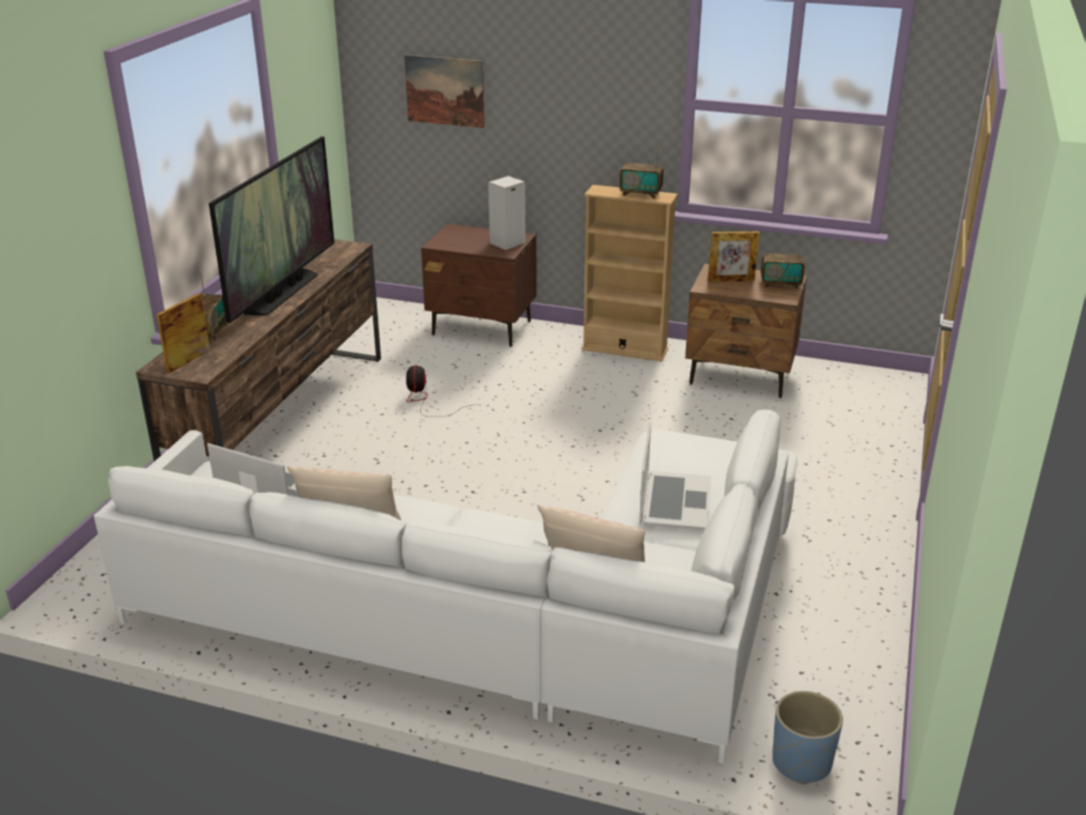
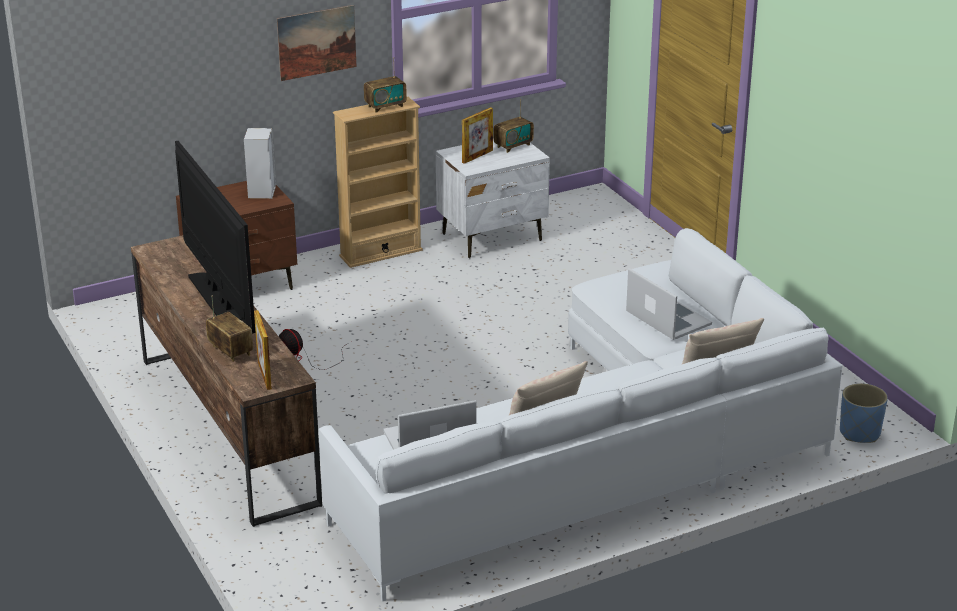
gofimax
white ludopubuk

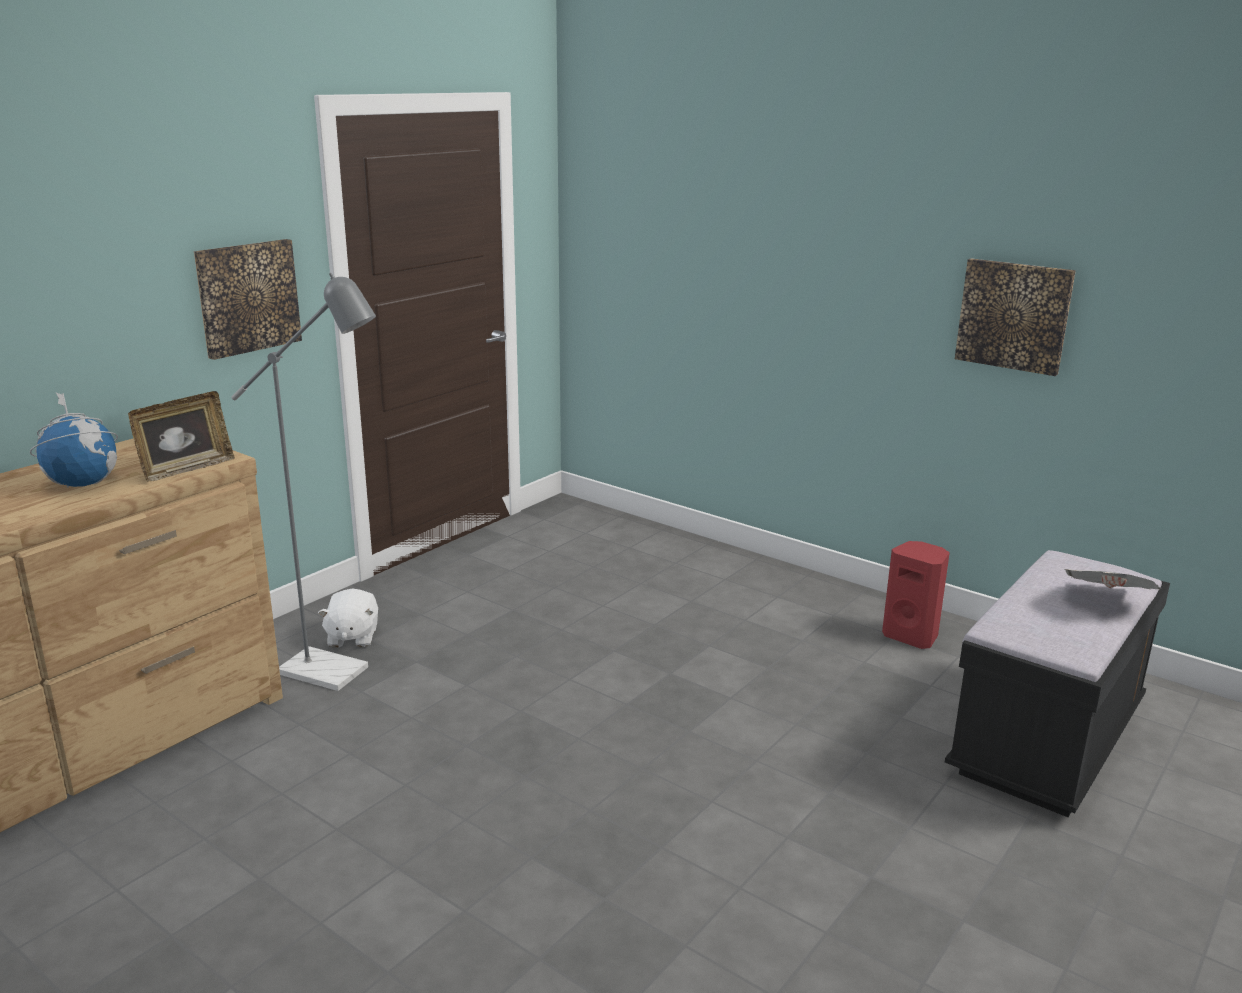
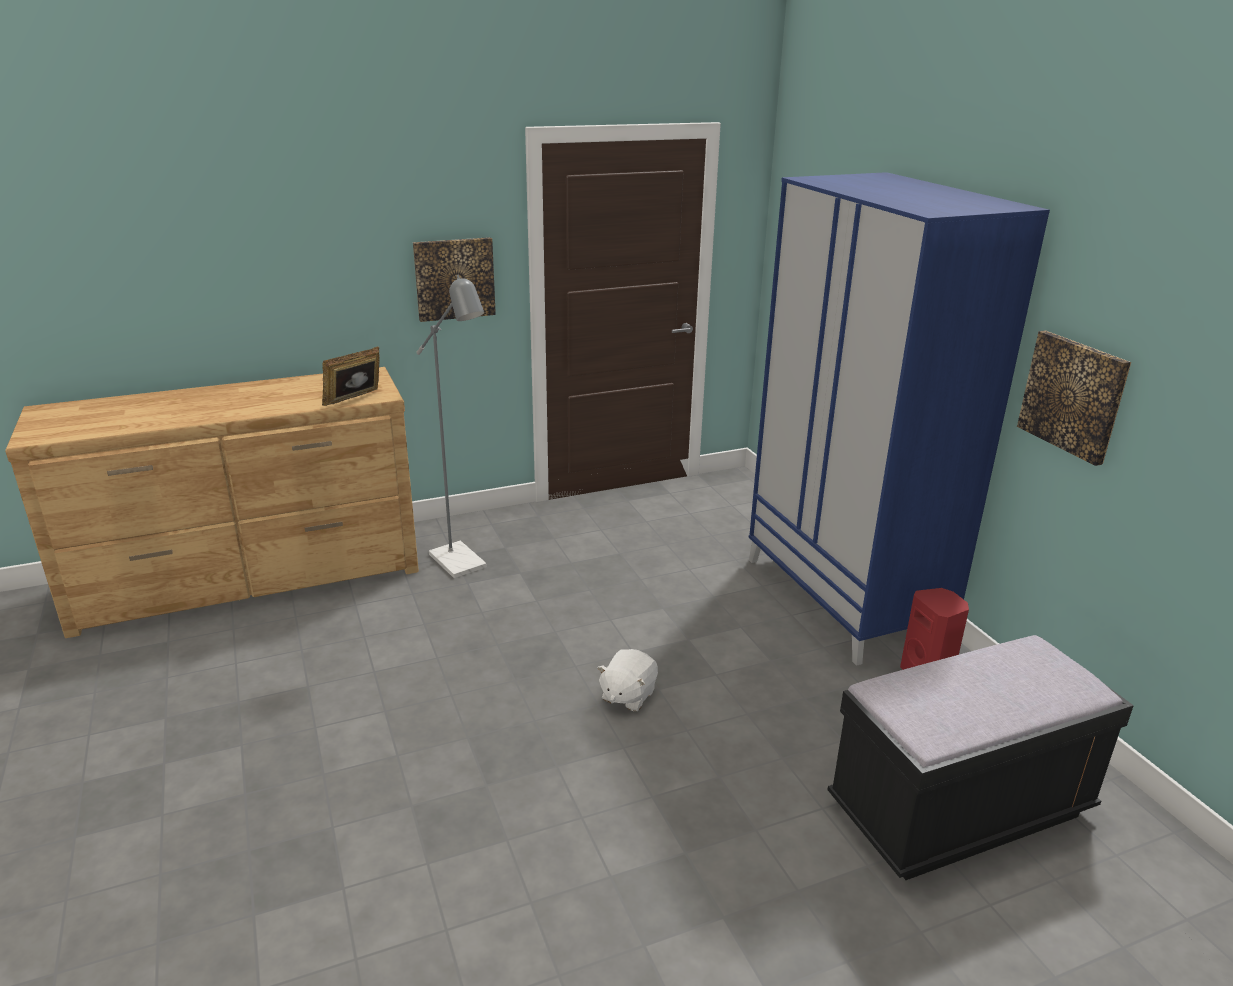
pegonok
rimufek
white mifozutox
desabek
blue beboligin

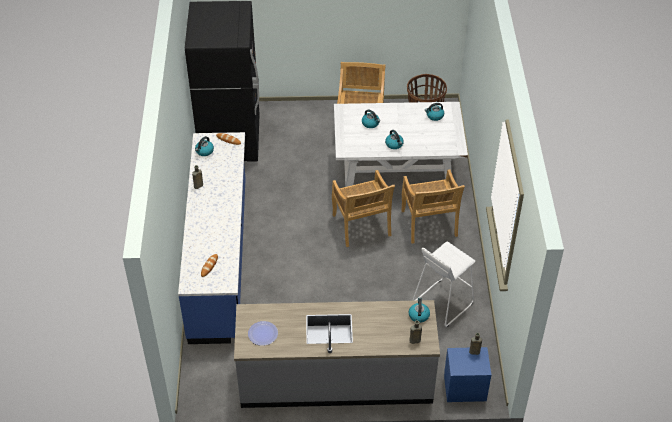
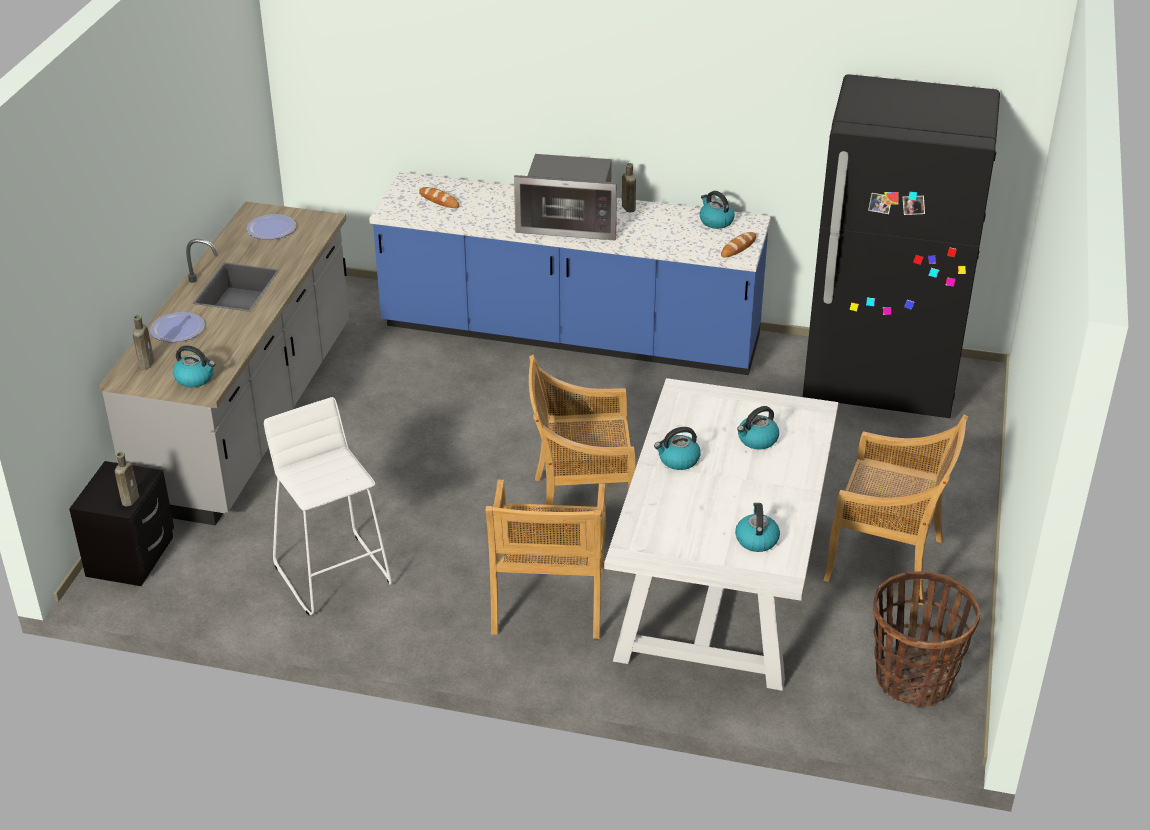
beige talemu (1st from left)
black ludopubuk
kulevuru (1st from left)
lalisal

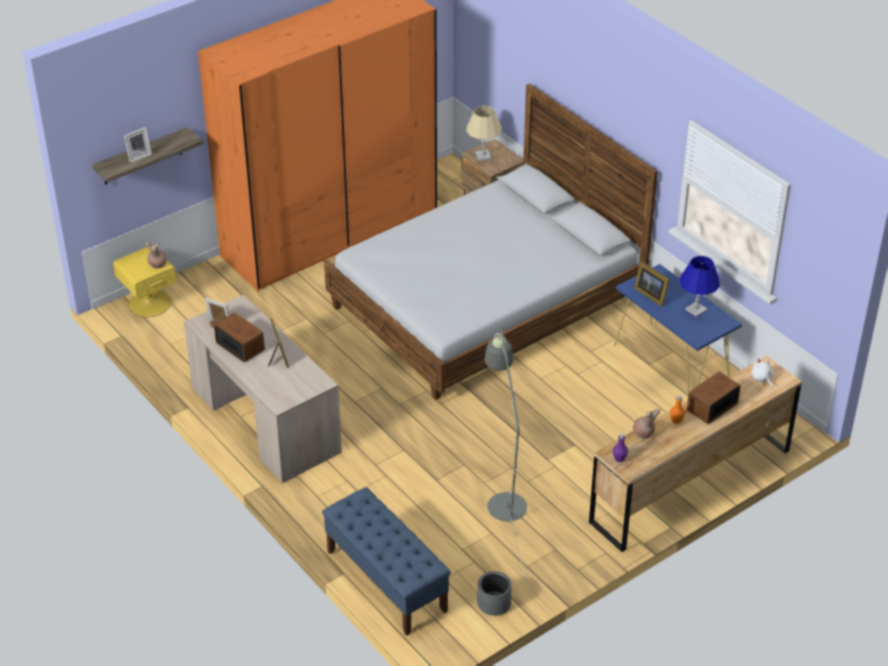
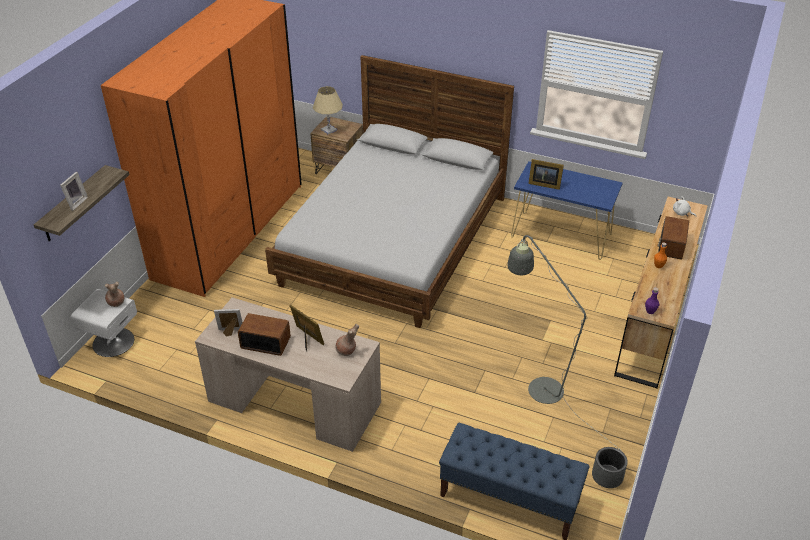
white ludopubuk
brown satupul (2nd from left)
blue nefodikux

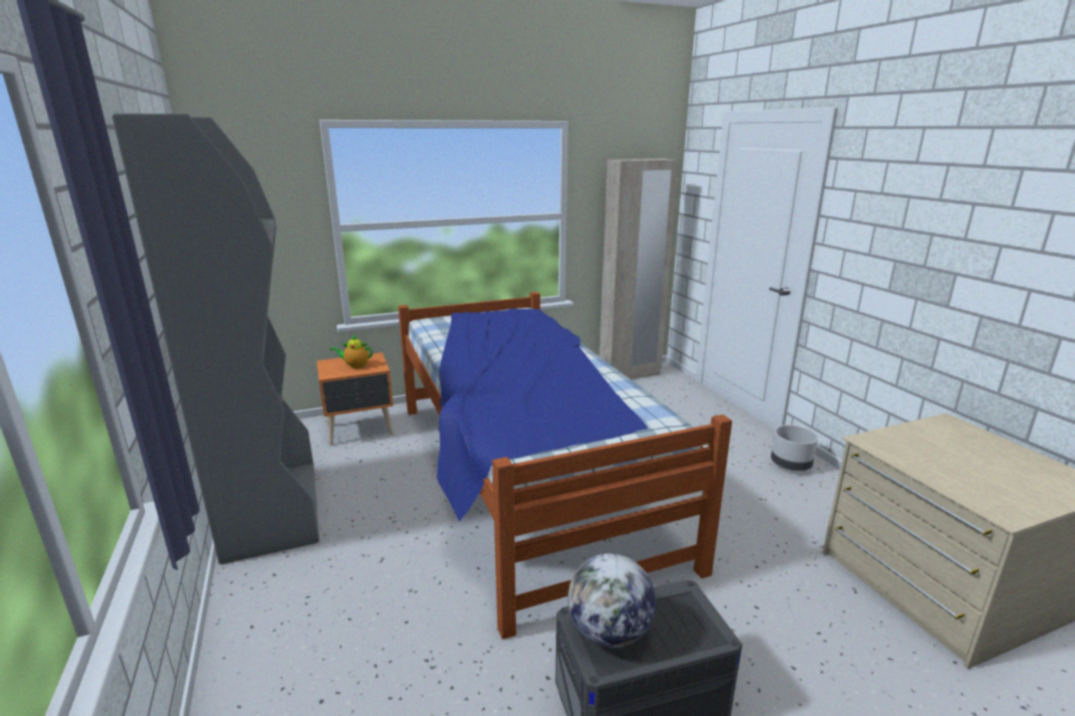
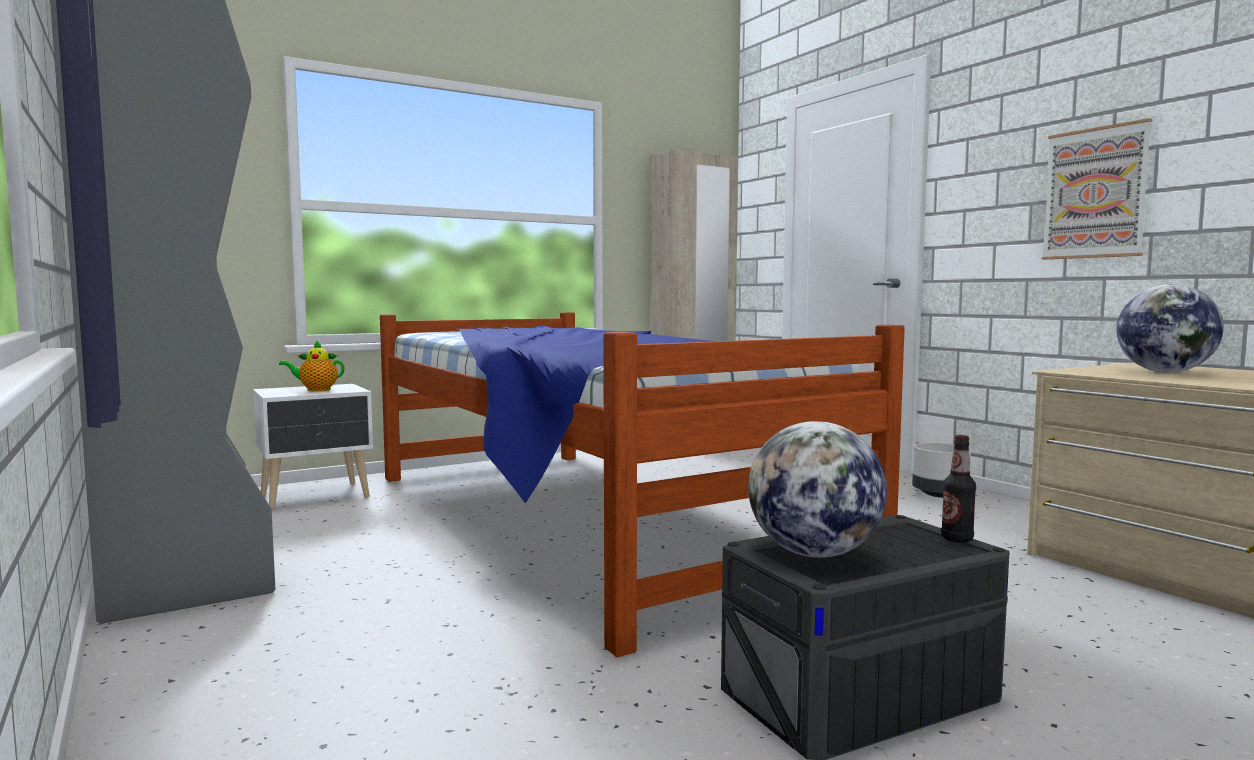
white ludopubuk
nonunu
gofimax
pegonok (2nd from left)

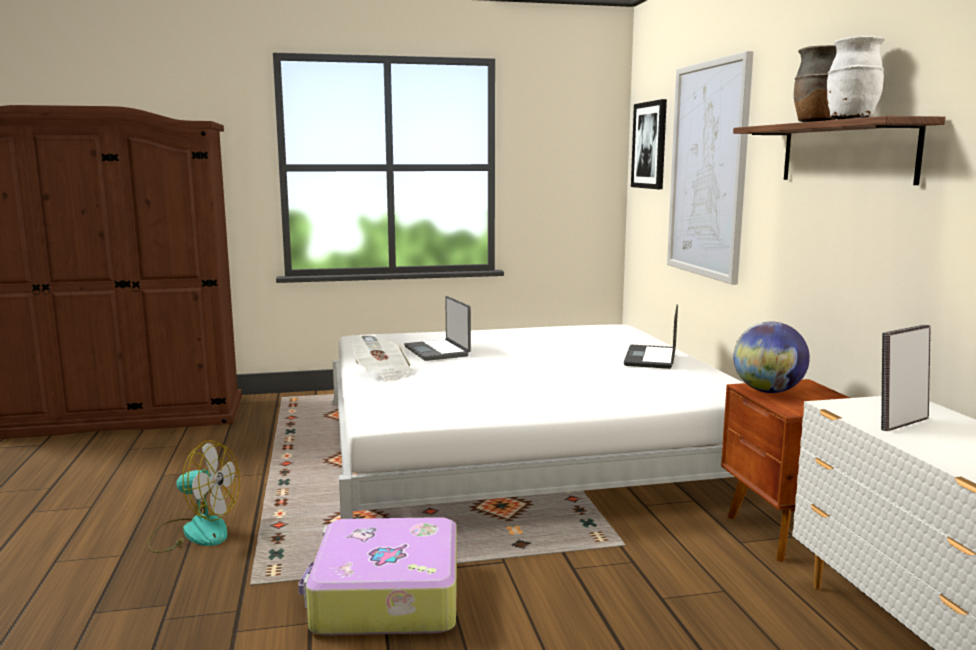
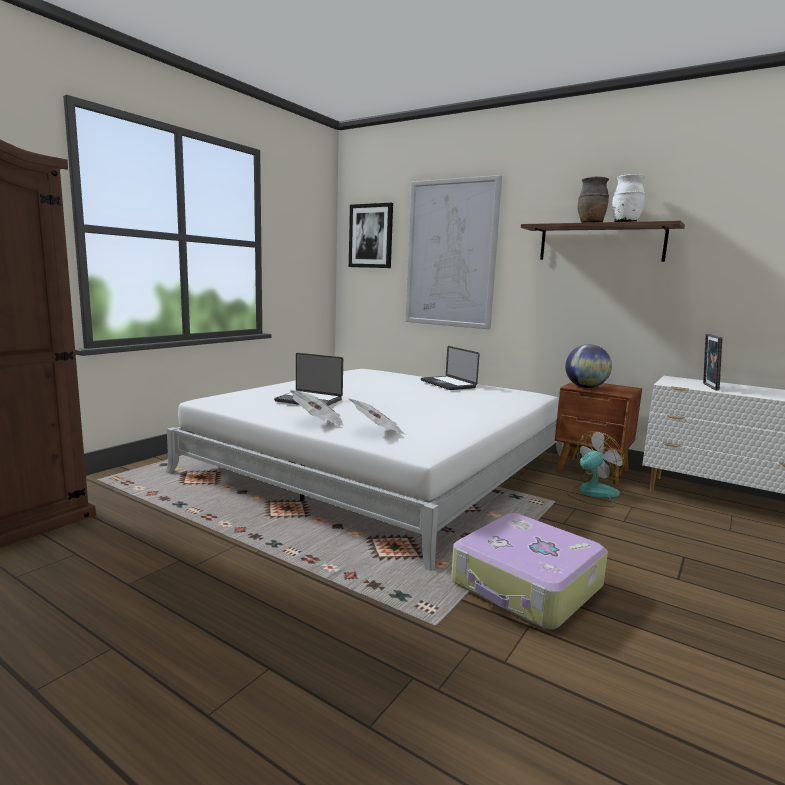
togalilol
desabek (2nd from left)

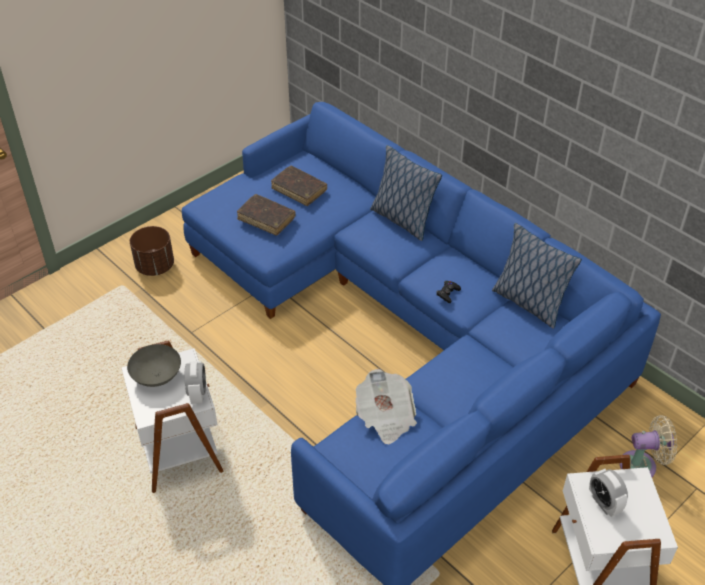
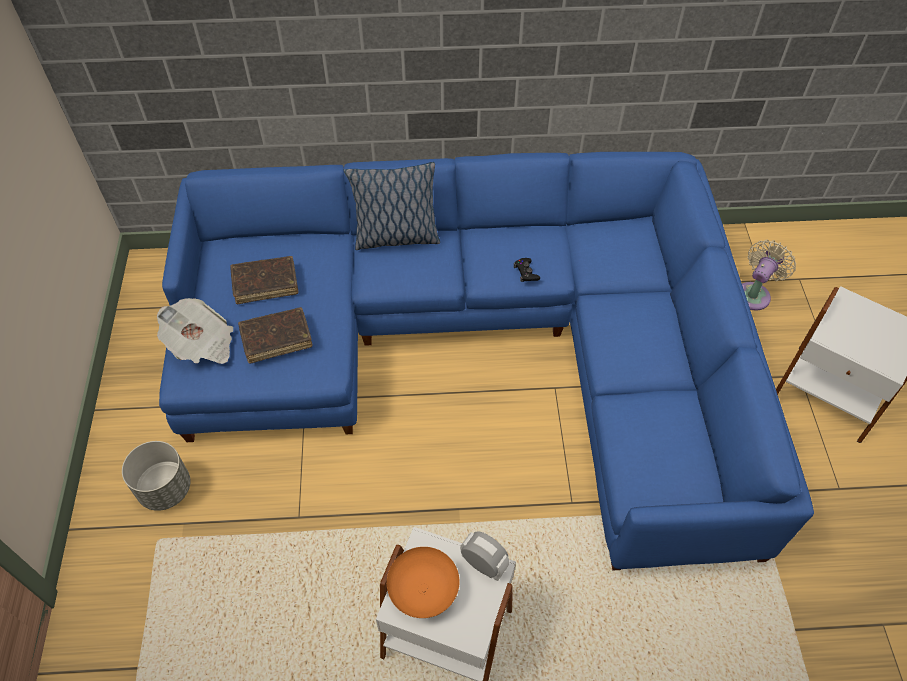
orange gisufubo
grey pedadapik
desabek
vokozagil (2nd from left in the first image)
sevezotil (2nd from left in the first image)

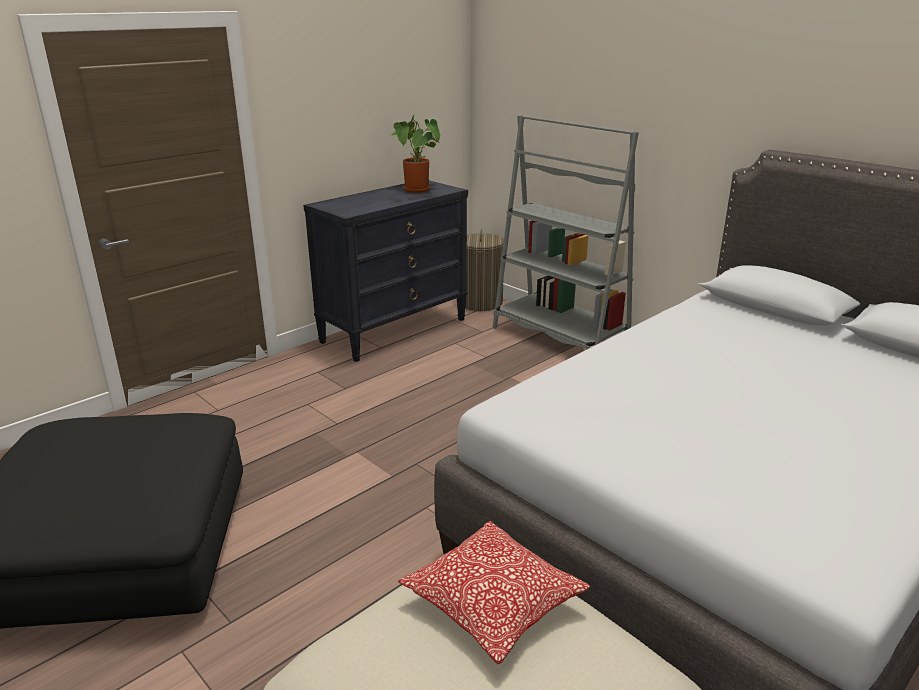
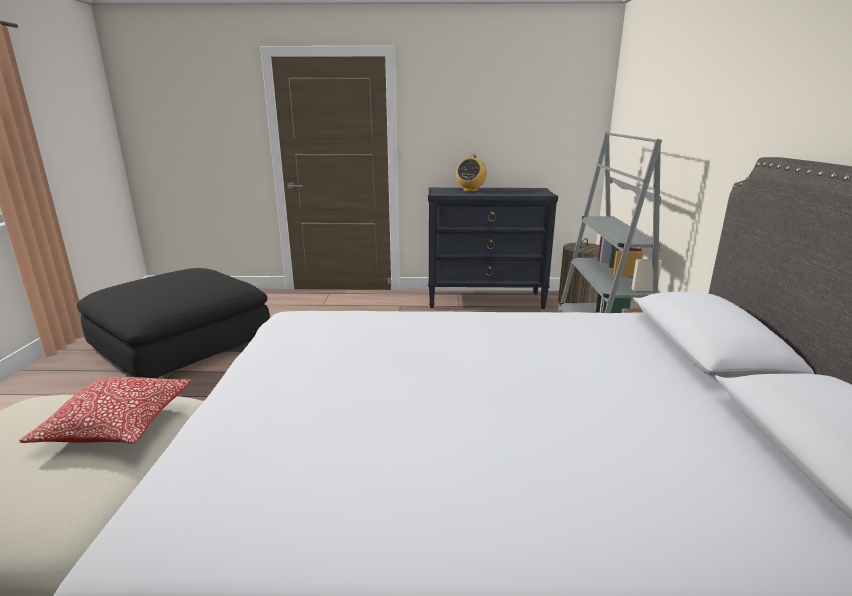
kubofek
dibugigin

